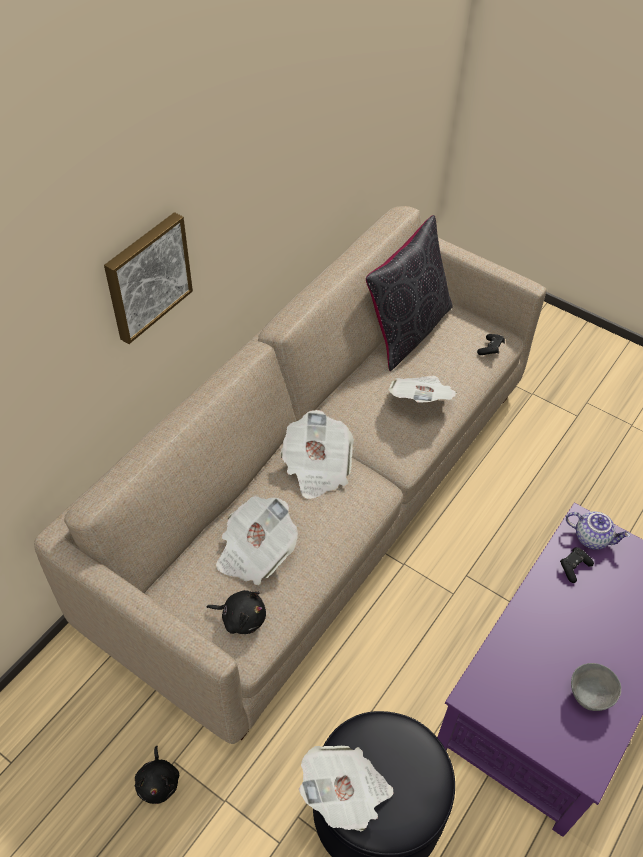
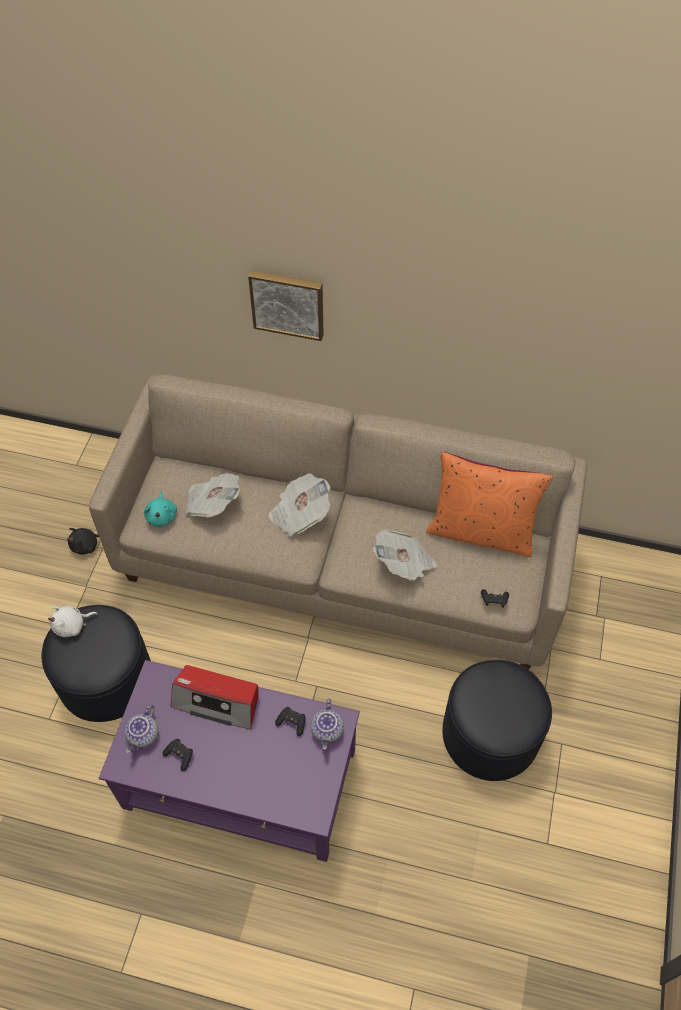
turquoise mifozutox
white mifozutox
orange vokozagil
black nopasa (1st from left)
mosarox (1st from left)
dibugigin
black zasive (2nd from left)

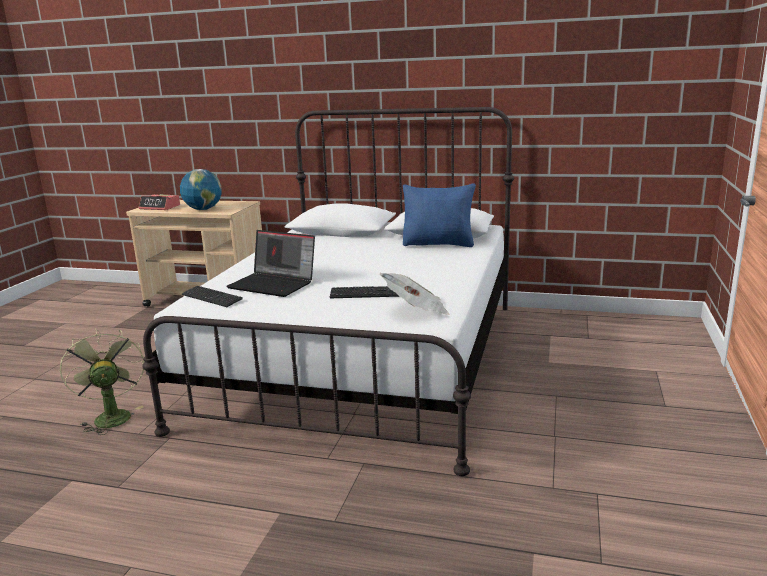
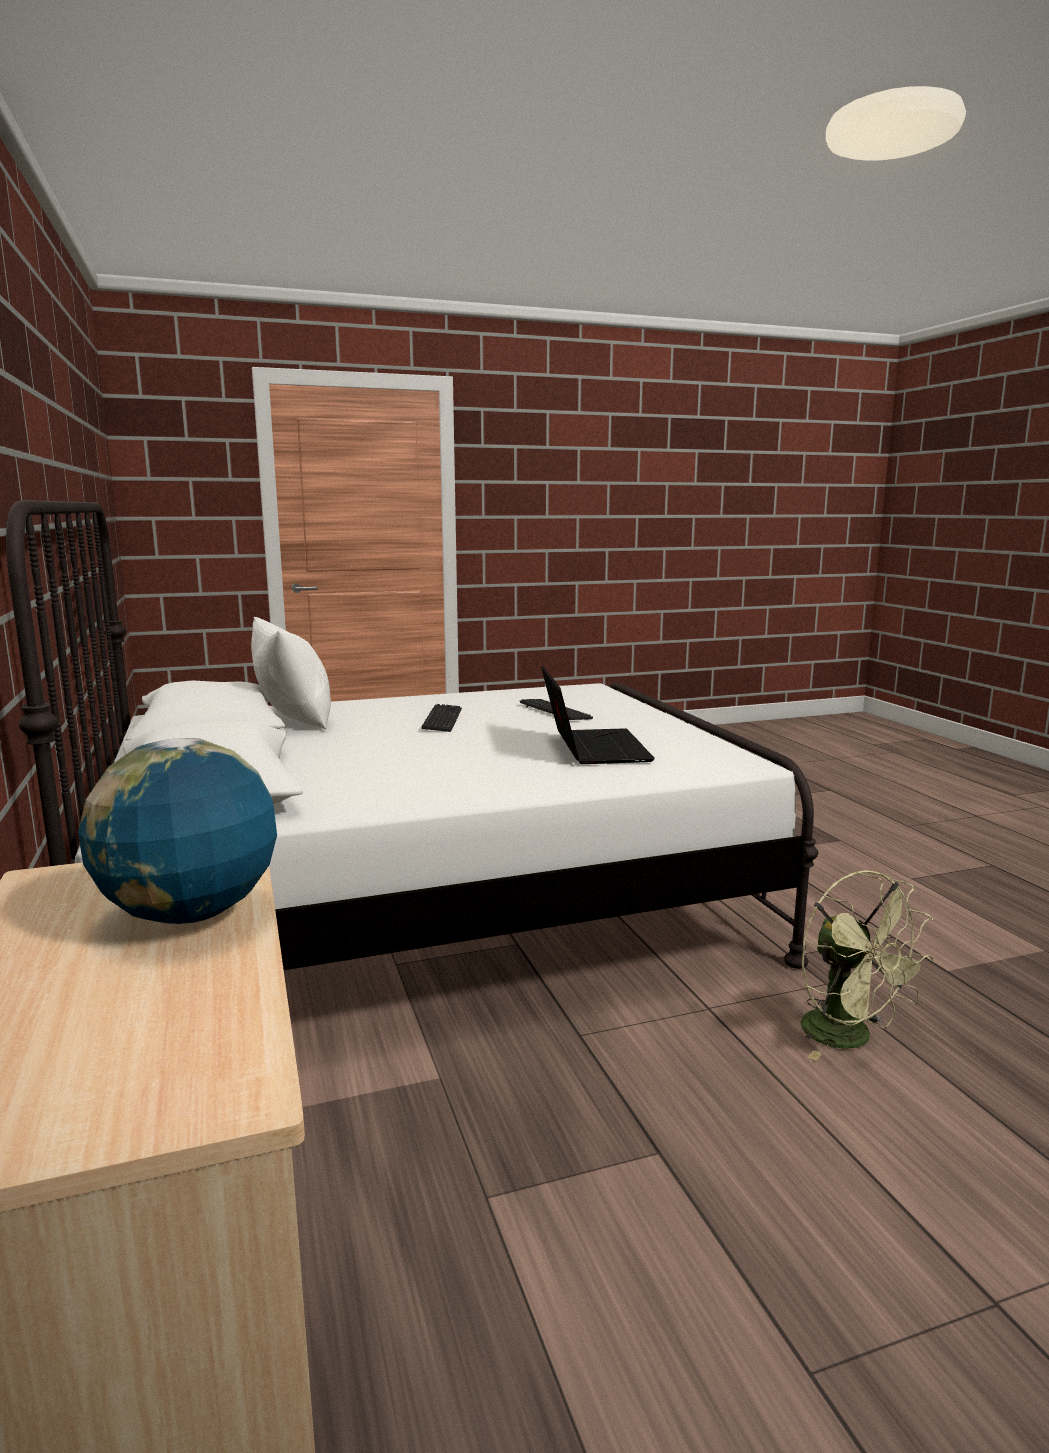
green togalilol
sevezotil
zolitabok (1st from left)
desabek
white vokozagil

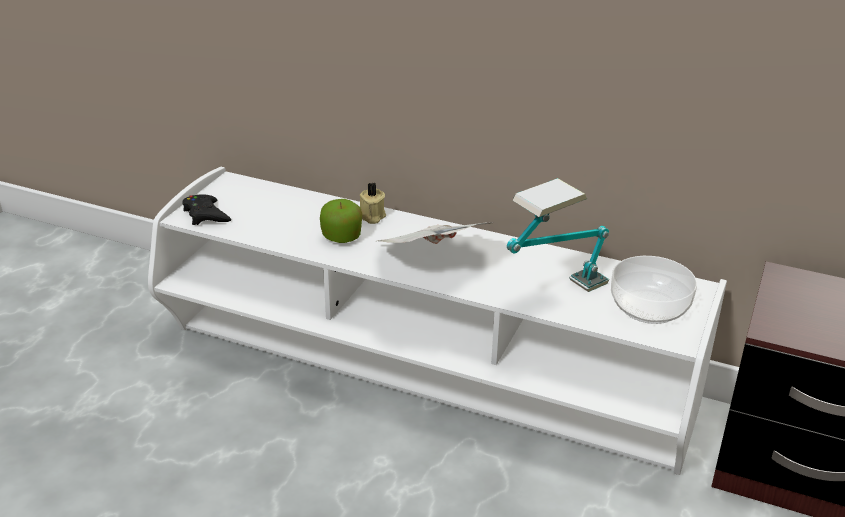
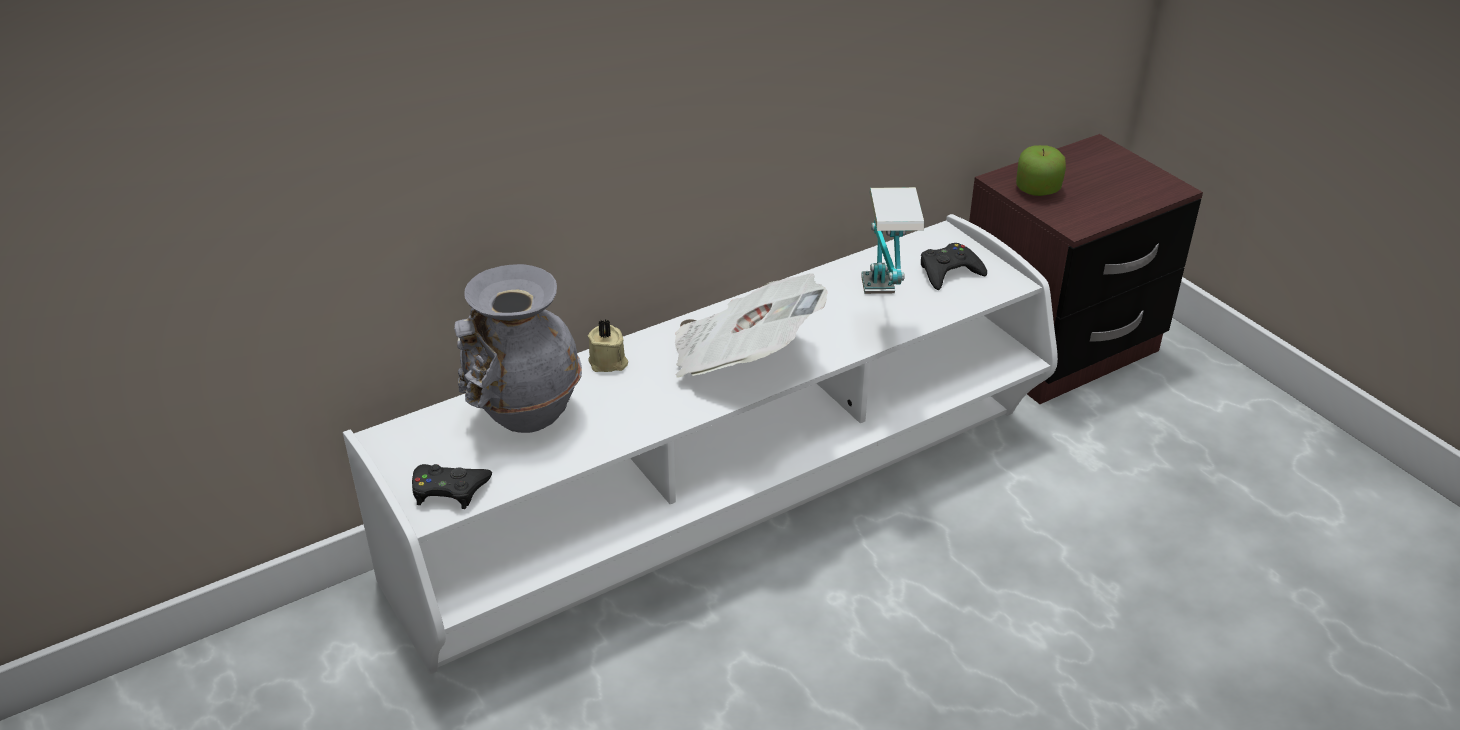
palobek
black nopasa (2nd from left)
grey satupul

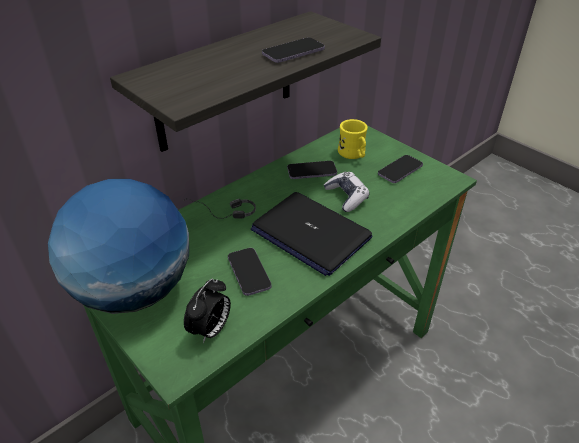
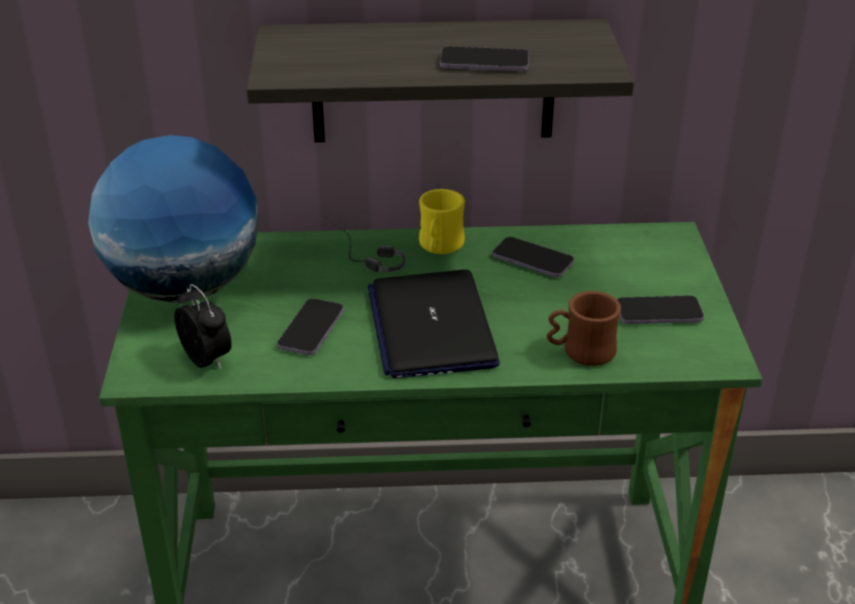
sevezotil
nopasa
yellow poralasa
brown poralasa

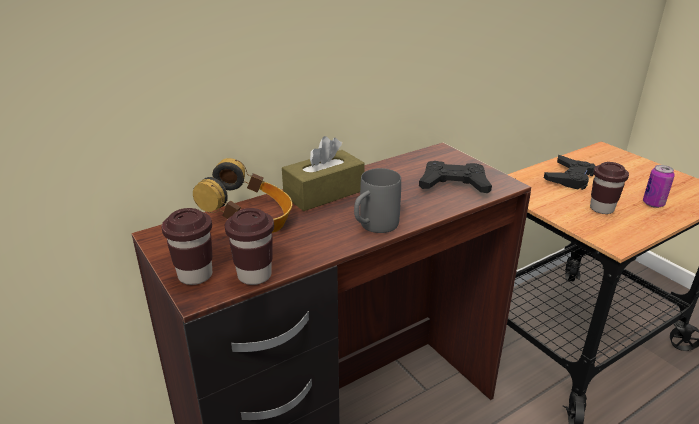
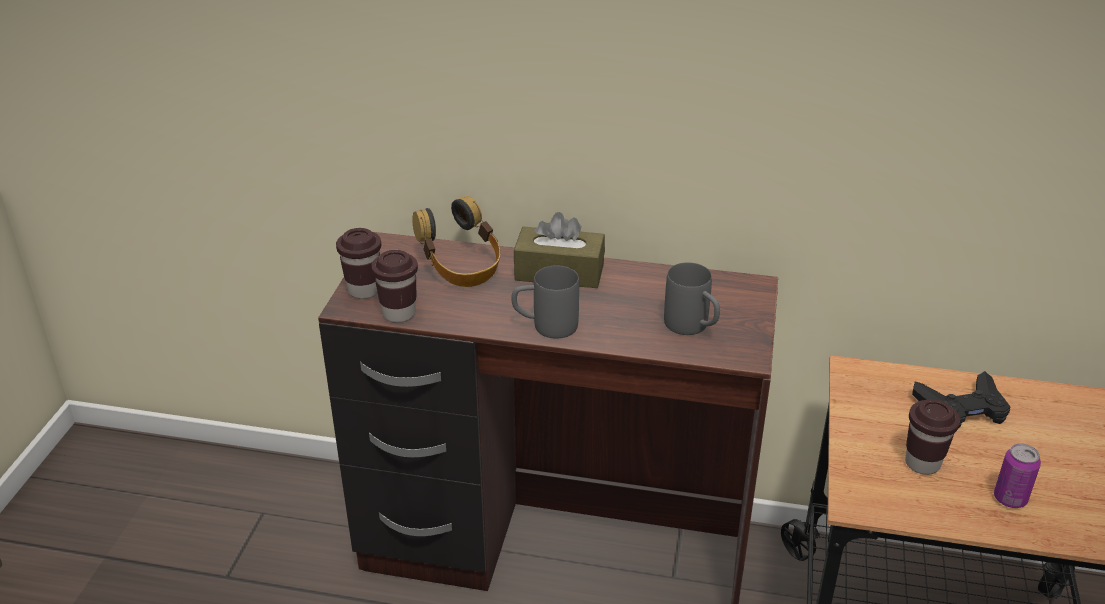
grey poralasa (2nd from left)

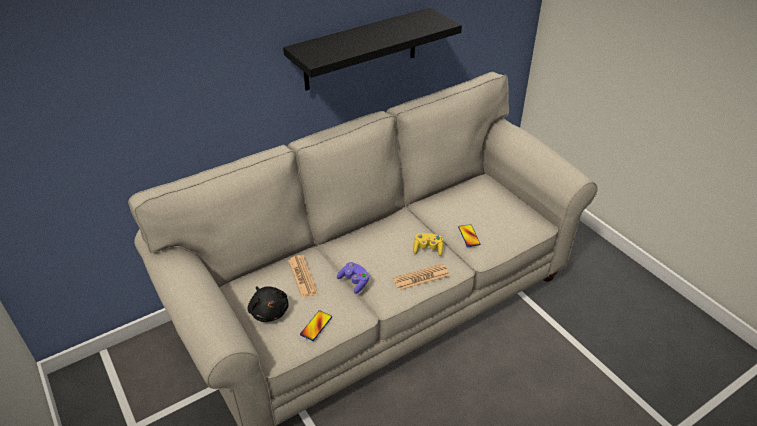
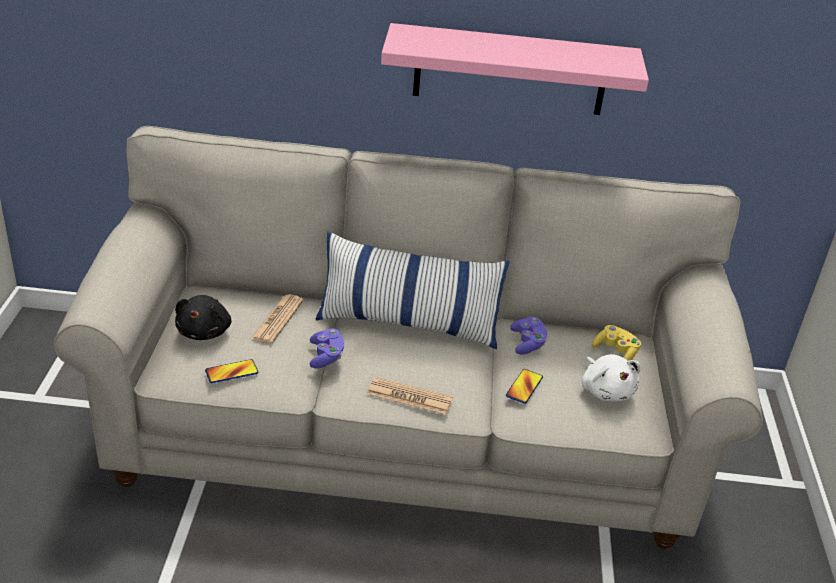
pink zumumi
yellow nopasa
vokozagil
purple nopasa (2nd from left)
white mifozutox

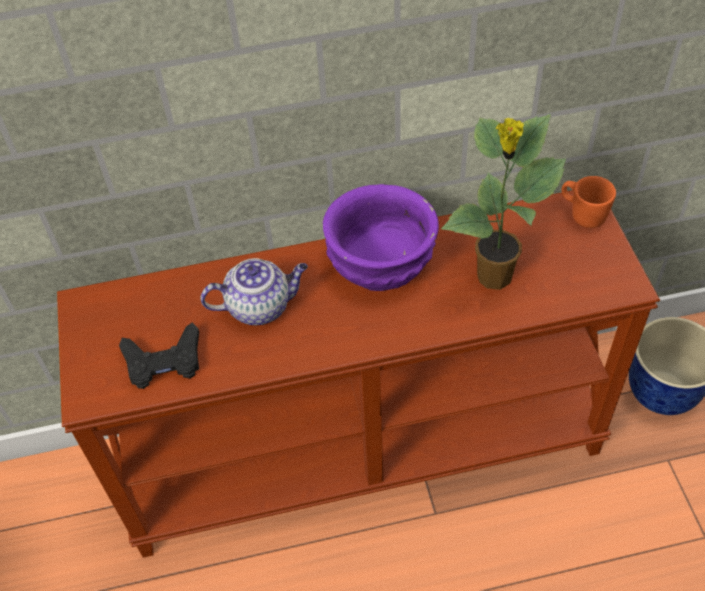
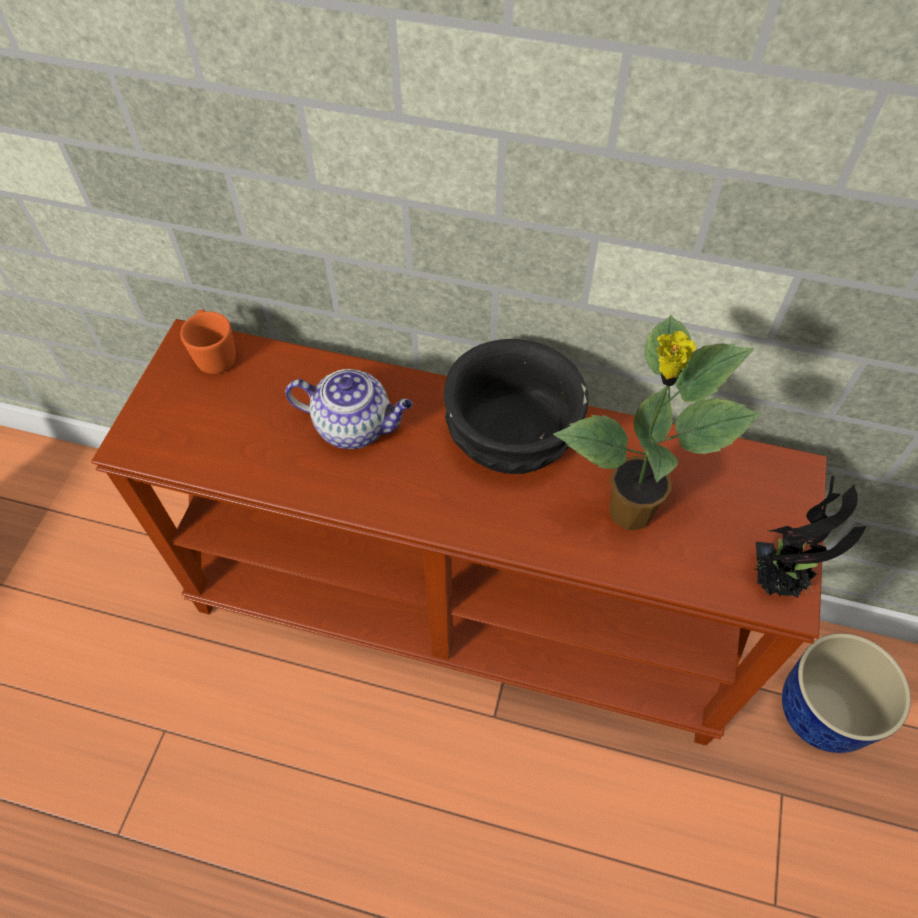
black nopasa
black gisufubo
orange poralasa
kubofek (2nd from left)

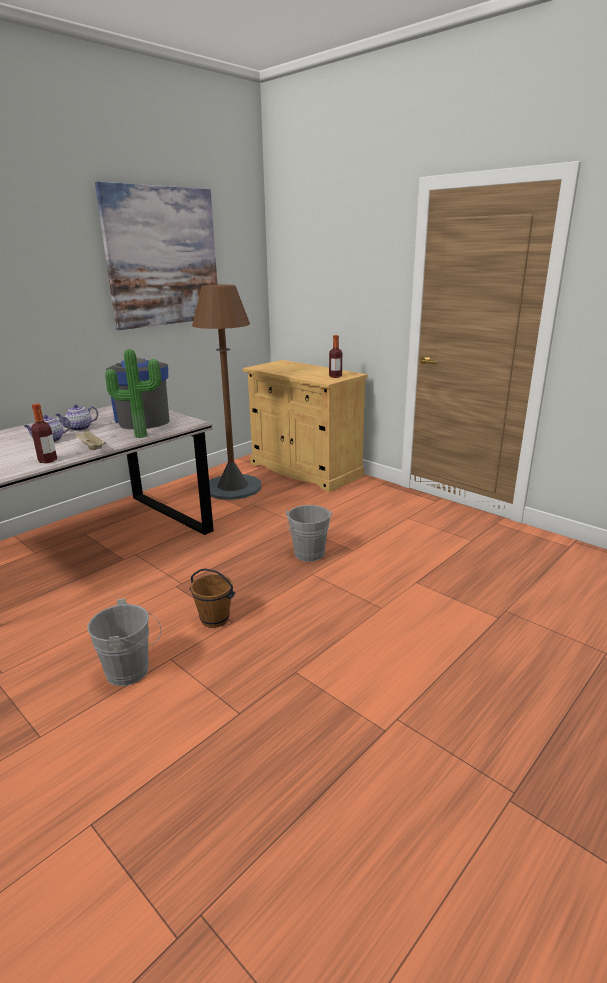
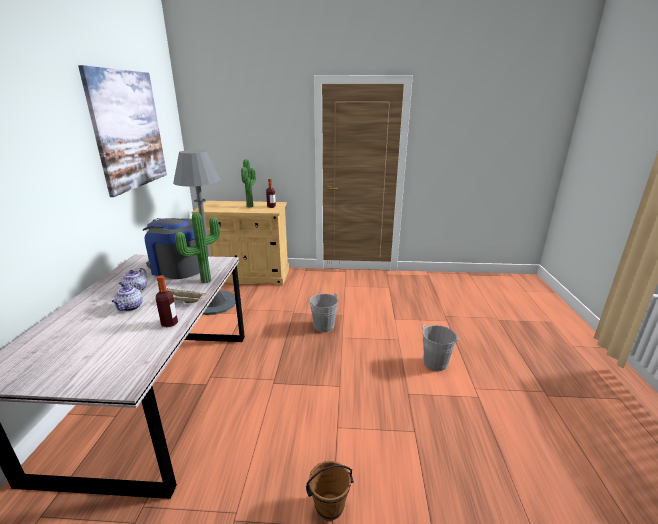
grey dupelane (2nd from left)
brown dupelane
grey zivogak
kubofek (2nd from left)

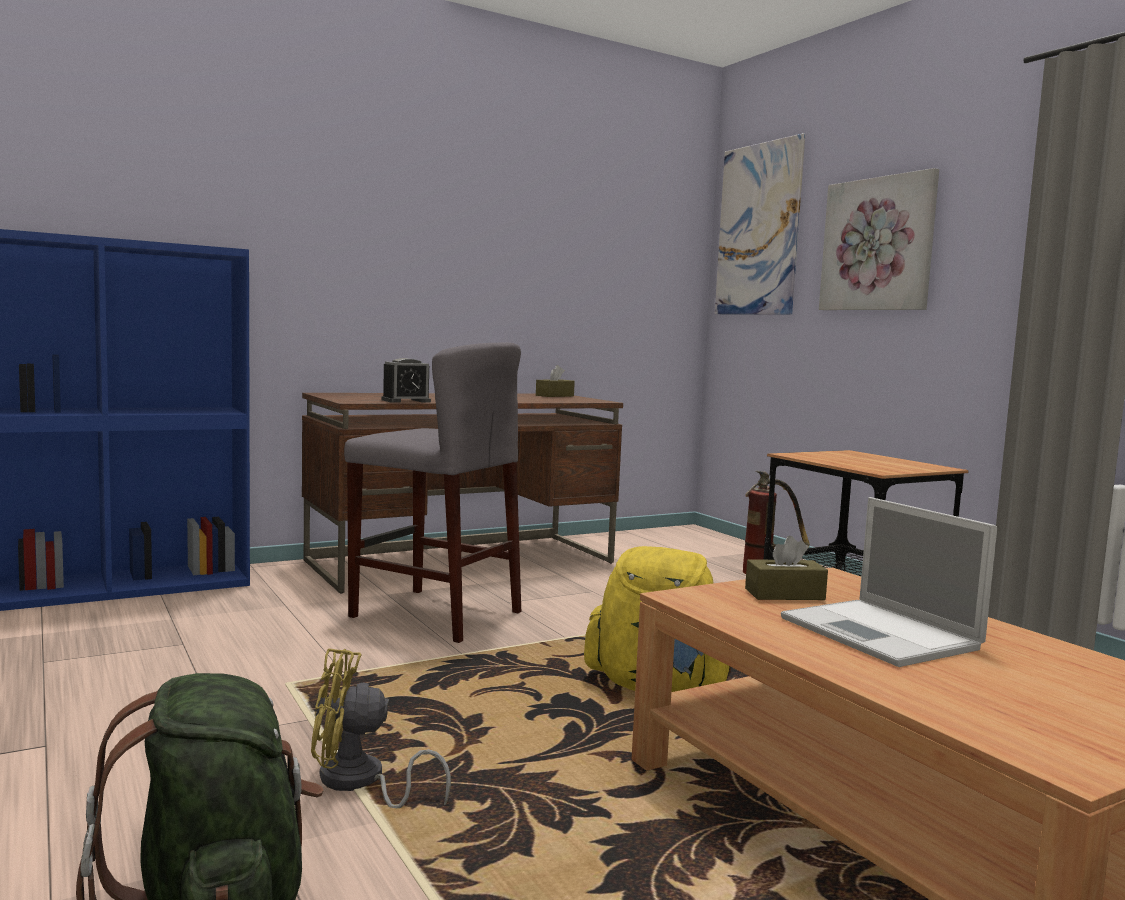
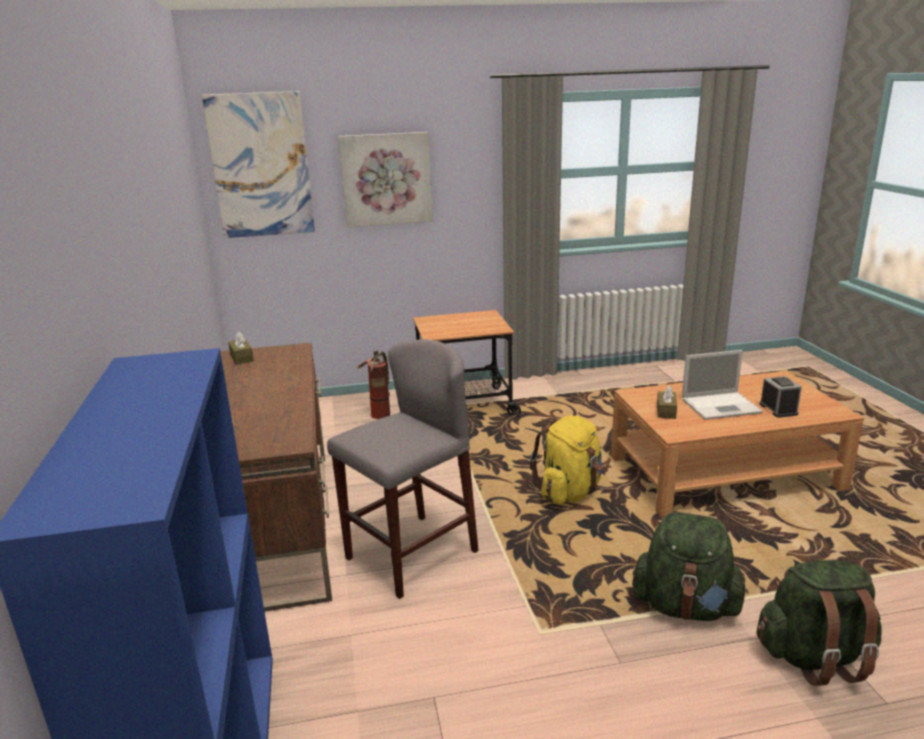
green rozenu (1st from left)
sevezotil

